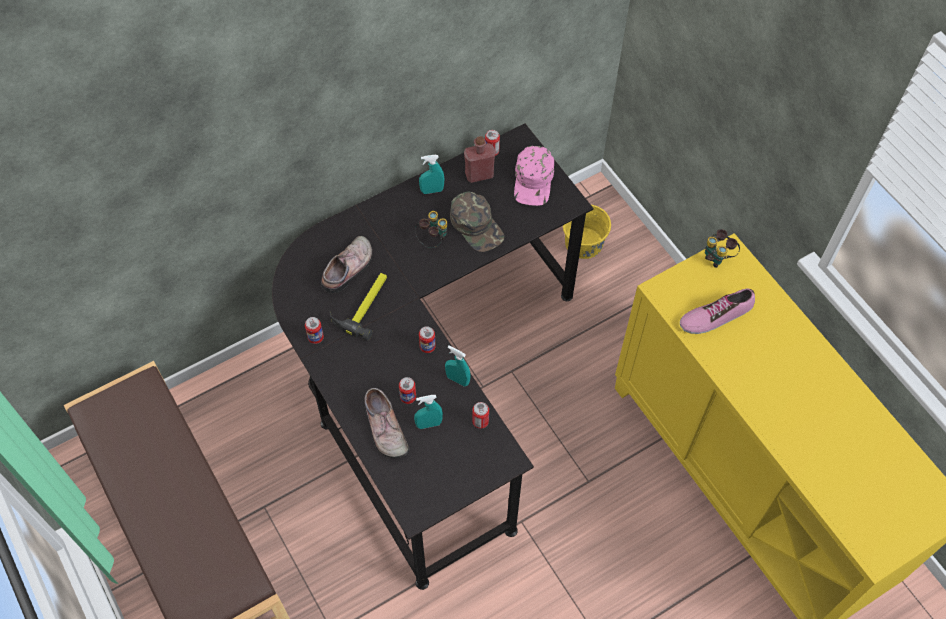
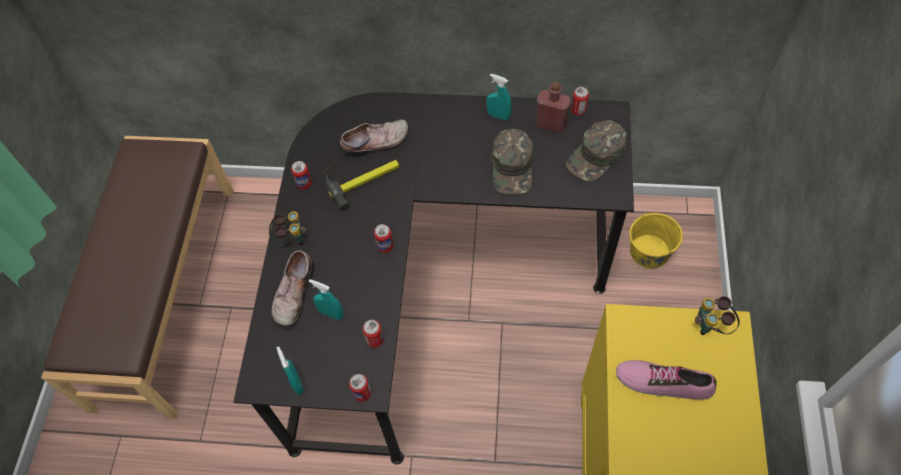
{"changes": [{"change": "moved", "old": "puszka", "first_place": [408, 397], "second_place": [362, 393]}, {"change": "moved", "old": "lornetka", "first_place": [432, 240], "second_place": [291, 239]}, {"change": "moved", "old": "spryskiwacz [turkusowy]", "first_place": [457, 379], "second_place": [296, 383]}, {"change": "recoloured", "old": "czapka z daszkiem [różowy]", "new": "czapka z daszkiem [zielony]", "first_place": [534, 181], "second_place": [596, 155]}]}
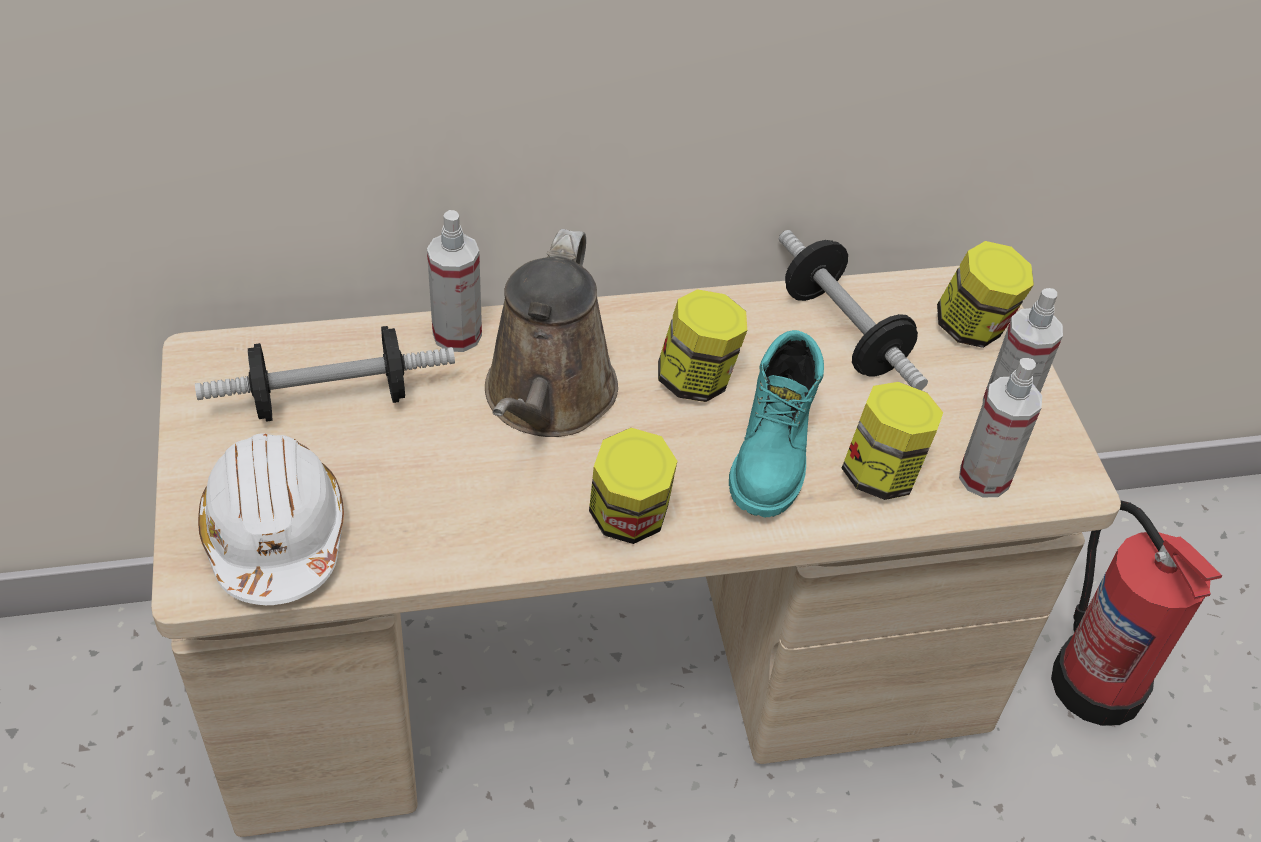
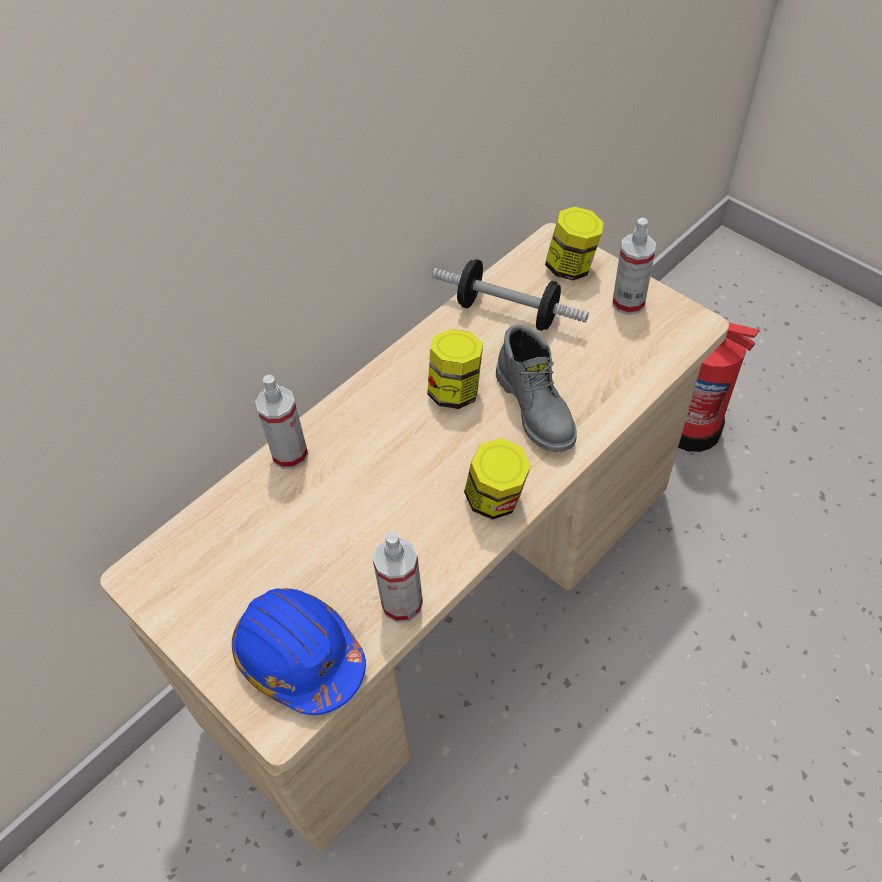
{"changes": [{"change": "removed", "old": "hantel", "first_place": [331, 399]}, {"change": "recoloured", "old": "kask [biały]", "new": "kask [niebieski]", "first_place": [275, 534], "second_place": [299, 657]}, {"change": "removed", "old": "konewka [brązowy]", "first_place": [547, 399]}, {"change": "recoloured", "old": "but z cholewką [turkusowy]", "new": "but z cholewką [szary]", "first_place": [774, 454], "second_place": [537, 408]}, {"change": "removed", "old": "słoik", "first_place": [881, 473]}, {"change": "moved", "old": "spryskiwacz", "first_place": [984, 477], "second_place": [402, 604]}]}
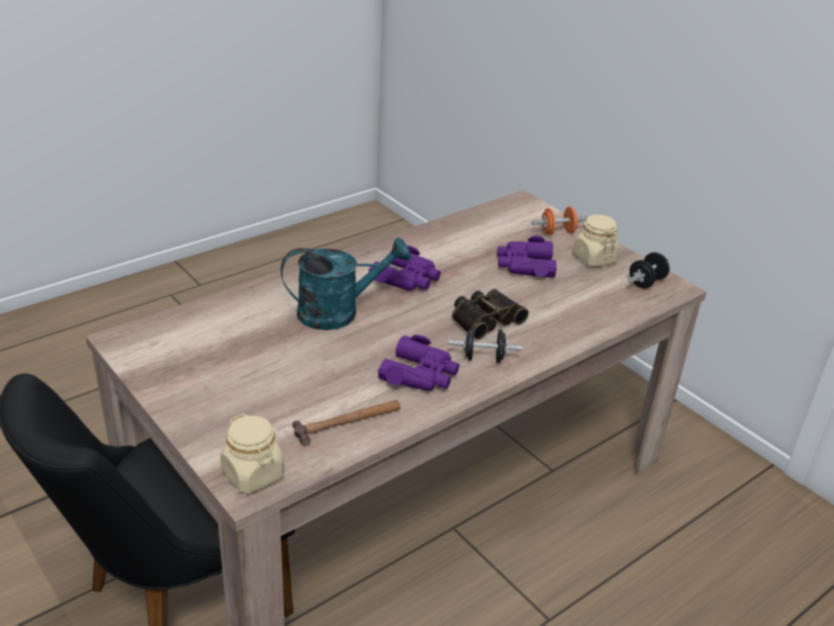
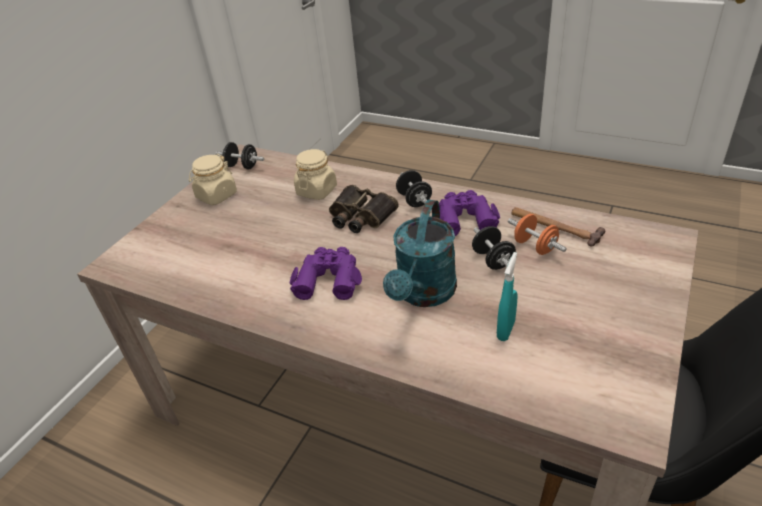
{"changes": [{"change": "moved", "old": "słoik [beżowy]", "first_place": [253, 474], "second_place": [317, 190]}, {"change": "turned", "old": "konewka [turkusowy]", "first_place": [339, 312], "second_place": [424, 294], "degrees": -120}, {"change": "removed", "old": "lornetka [fioletowy]", "first_place": [525, 265]}, {"change": "moved", "old": "hantel [pomarańczowy]", "first_place": [557, 232], "second_place": [535, 246]}, {"change": "added", "new": "hantel [czarny]", "second_place": [492, 260]}, {"change": "added", "new": "spryskiwacz [turkusowy]", "second_place": [506, 330]}]}
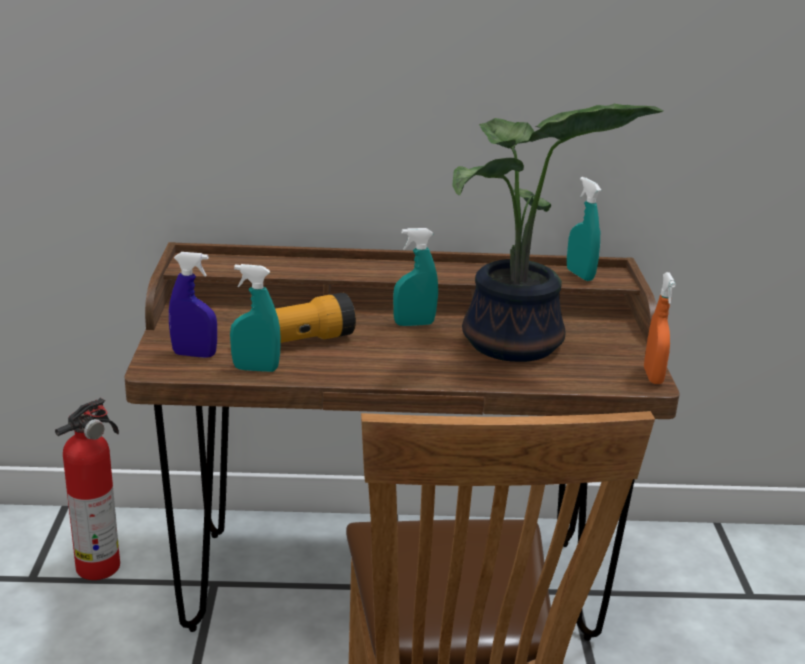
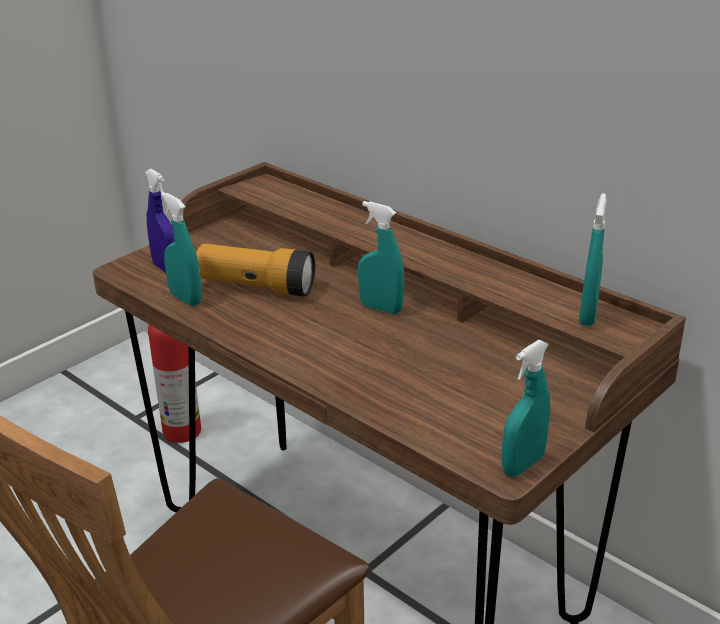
{"changes": [{"change": "removed", "old": "roślina doniczkowa", "first_place": [514, 346]}, {"change": "recoloured", "old": "spryskiwacz [pomarańczowy]", "new": "spryskiwacz [turkusowy]", "first_place": [653, 376], "second_place": [523, 464]}]}
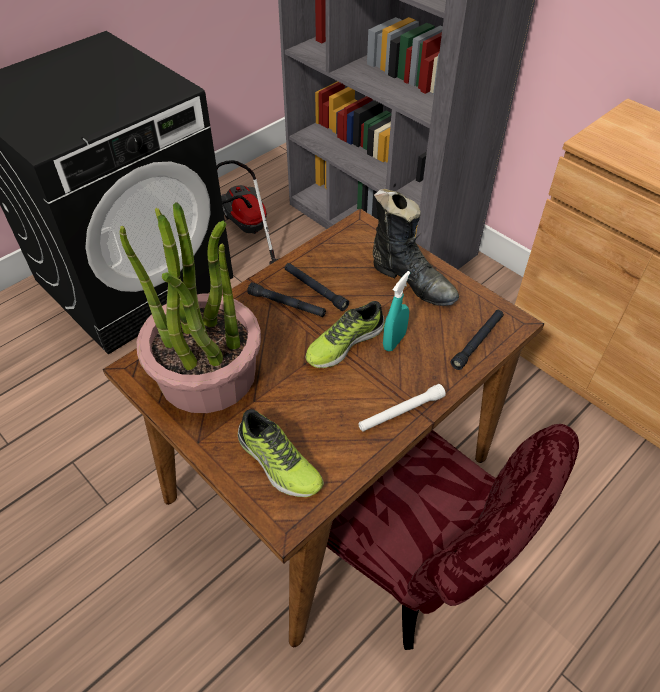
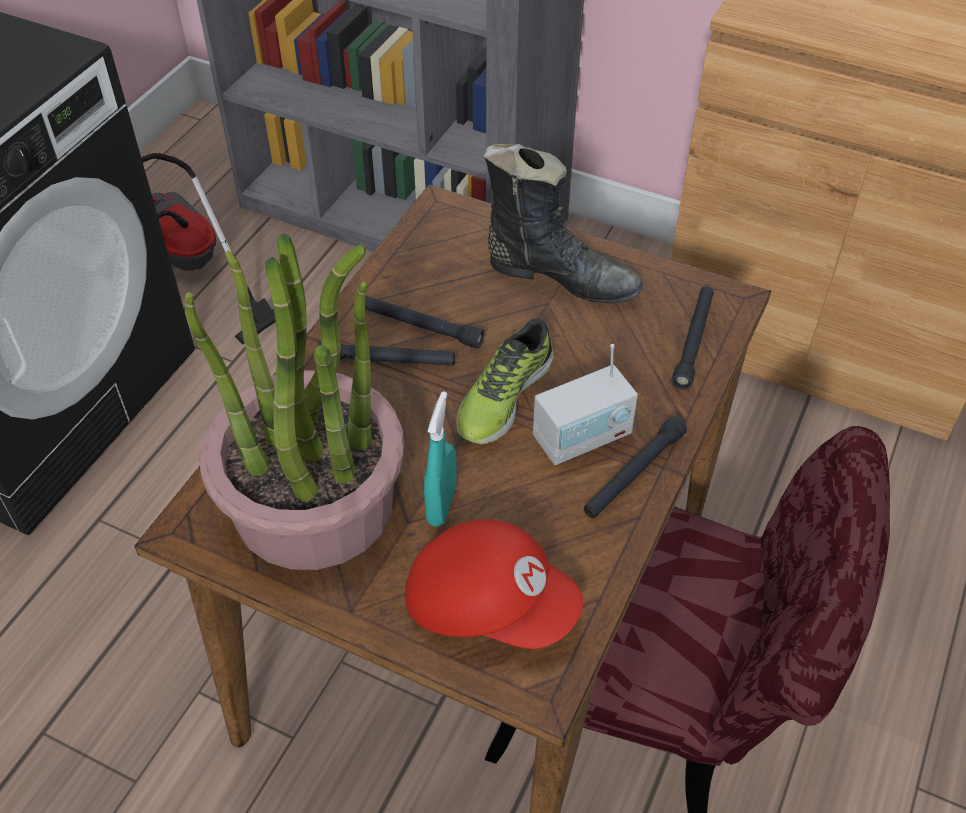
{"changes": [{"change": "replaced", "old": "but", "new": "czapka z daszkiem [czerwony]", "first_place": [278, 463], "second_place": [490, 603]}, {"change": "recoloured", "old": "latarka [biały]", "new": "latarka [czarny]", "first_place": [401, 412], "second_place": [633, 474]}, {"change": "moved", "old": "spryskiwacz [turkusowy]", "first_place": [394, 341], "second_place": [441, 505]}, {"change": "added", "new": "radio", "second_place": [582, 437]}]}
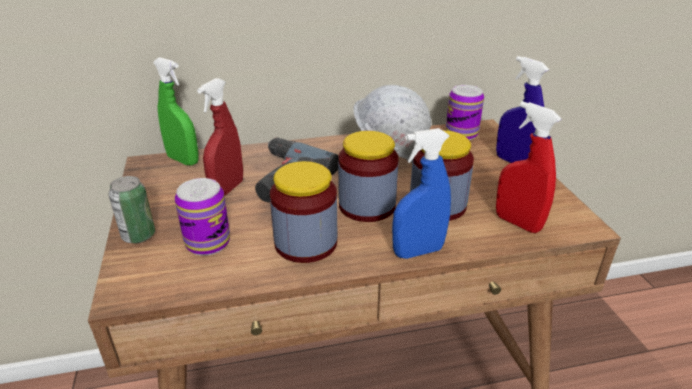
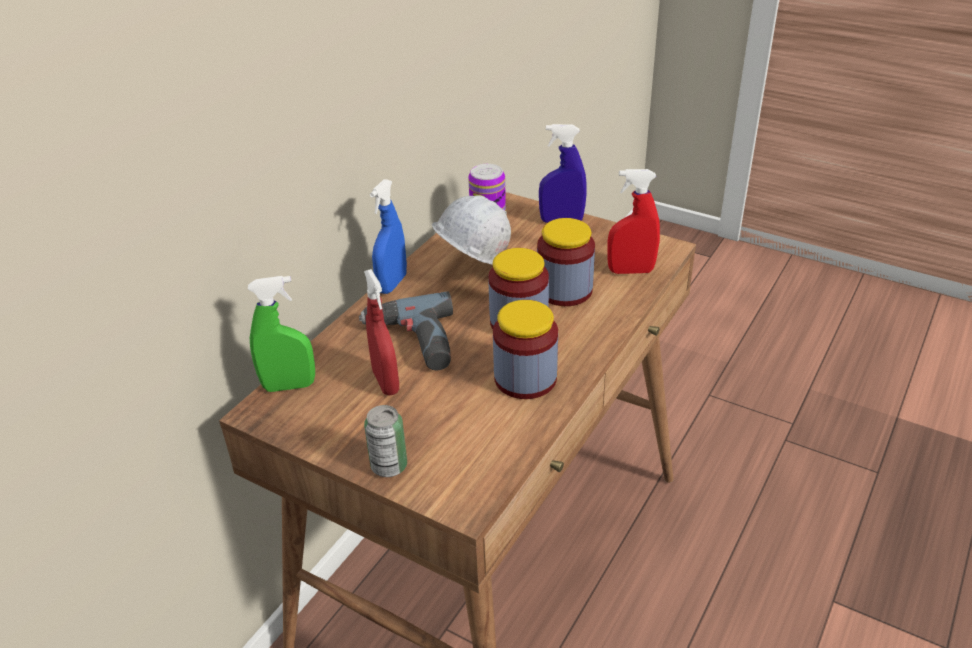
{"changes": [{"change": "removed", "old": "puszka", "first_place": [208, 243]}, {"change": "moved", "old": "spryskiwacz [niebieski]", "first_place": [418, 251], "second_place": [392, 284]}]}
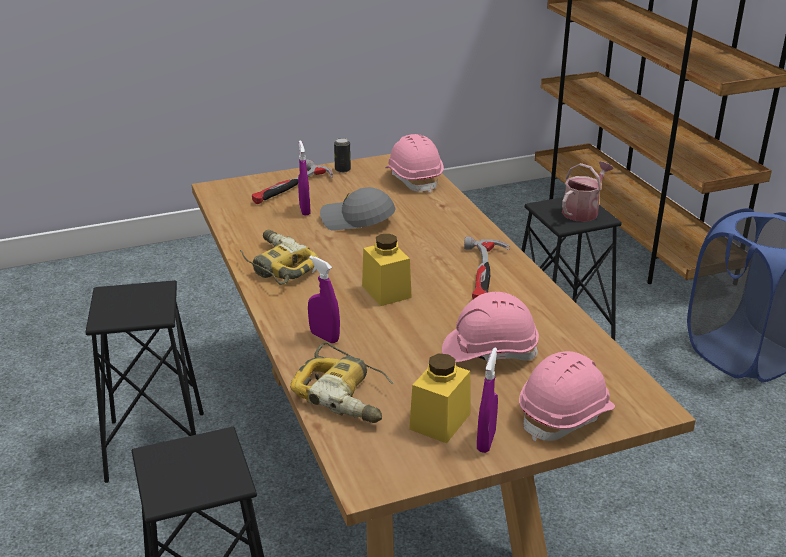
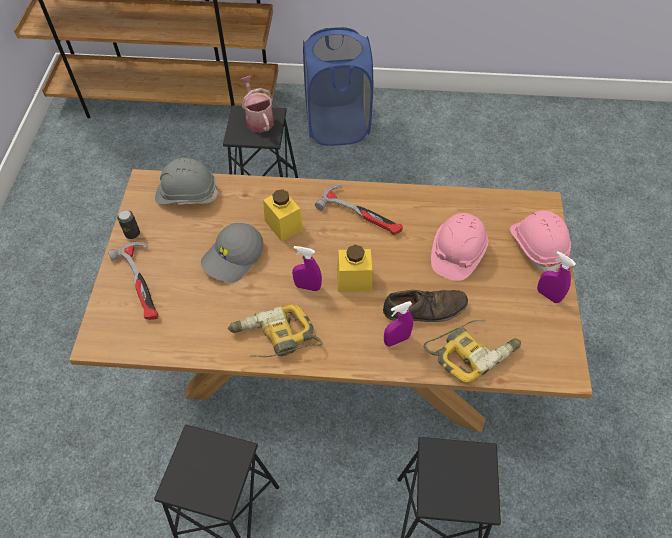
{"changes": [{"change": "moved", "old": "spryskiwacz [fioletowy]", "first_place": [304, 210], "second_place": [307, 287]}, {"change": "recoloured", "old": "kask [różowy]", "new": "kask [szary]", "first_place": [413, 179], "second_place": [186, 193]}, {"change": "moved", "old": "słoik [żółty]", "first_place": [440, 421], "second_place": [283, 225]}, {"change": "added", "new": "but [brązowy]", "second_place": [424, 309]}]}
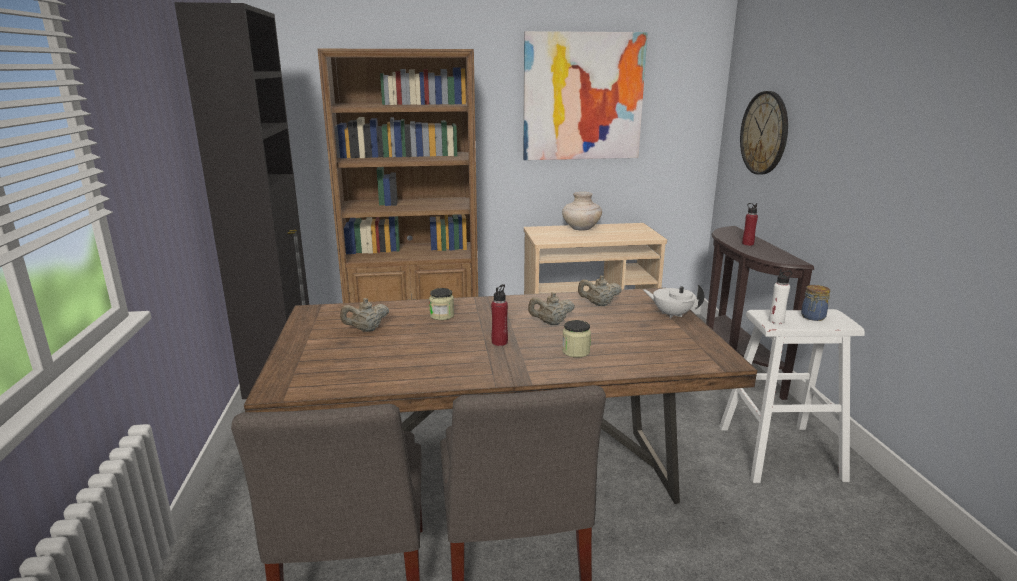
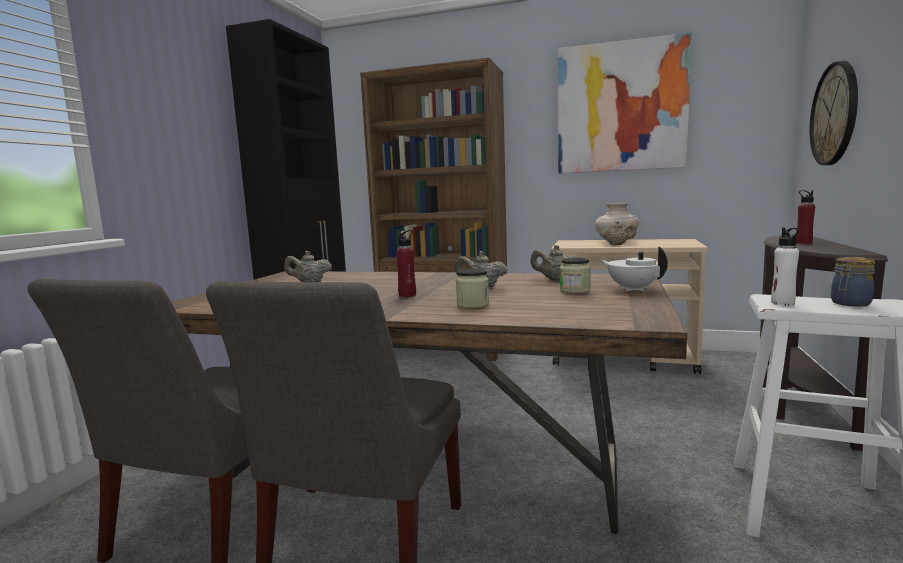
{"changes": [{"change": "moved", "old": "słoik", "first_place": [442, 315], "second_place": [575, 290]}, {"change": "added", "new": "imbryk [beżowy]", "second_place": [617, 245]}]}
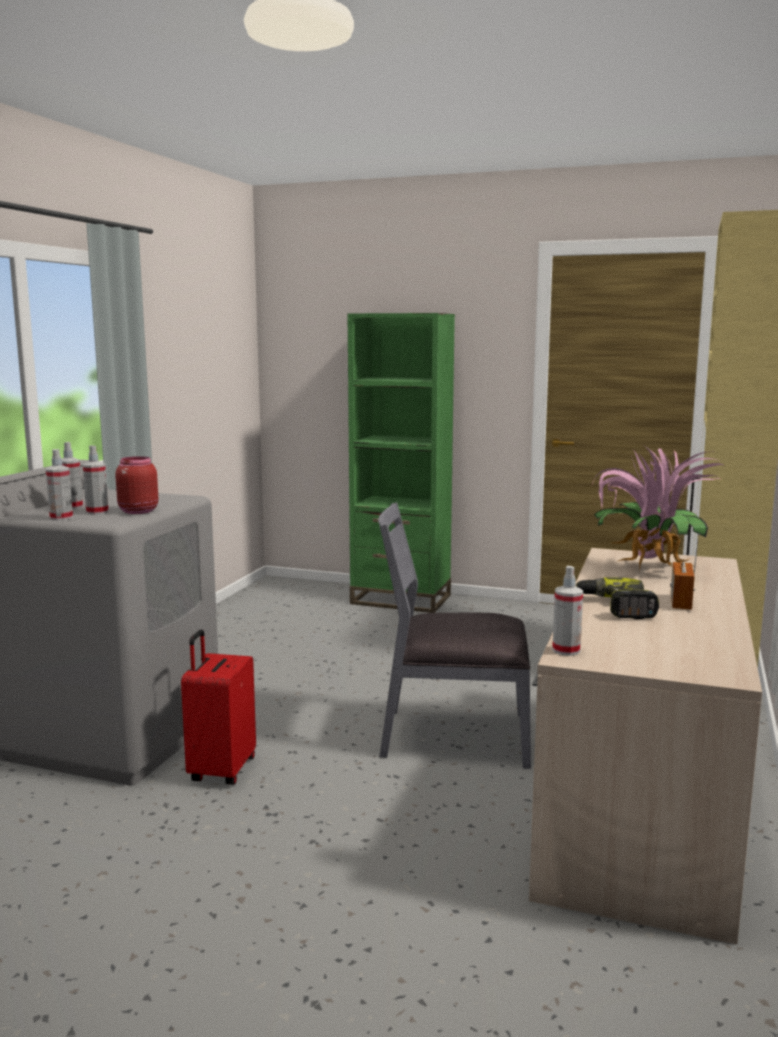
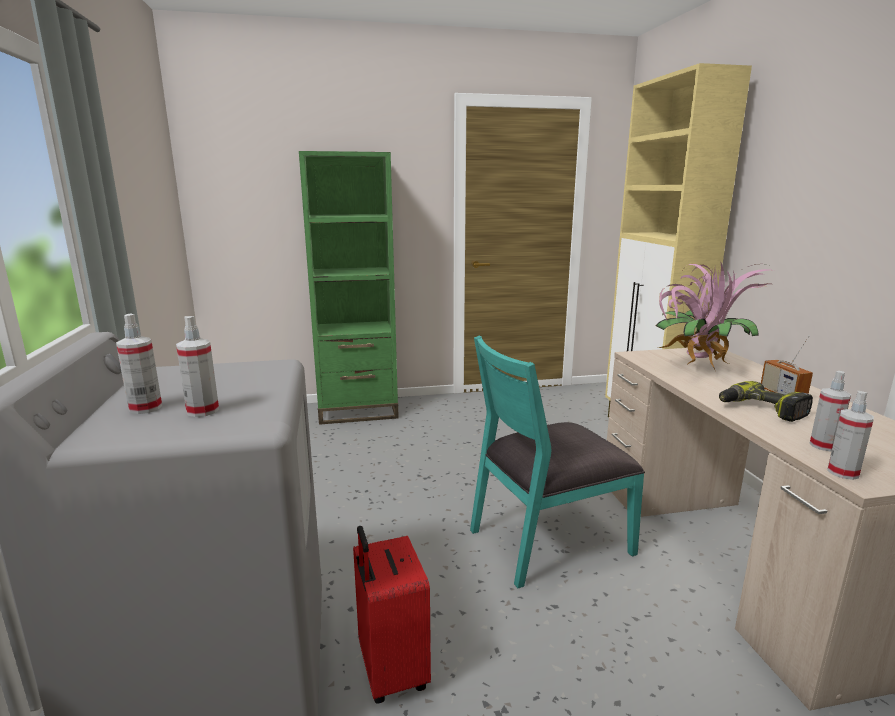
{"changes": [{"change": "moved", "old": "spryskiwacz", "first_place": [61, 518], "second_place": [823, 446]}, {"change": "removed", "old": "słoik [czerwony]", "first_place": [137, 511]}, {"change": "recoloured", "old": "krzesło [szary]", "new": "krzesło [turkusowy]", "first_place": [454, 736], "second_place": [547, 540]}]}
